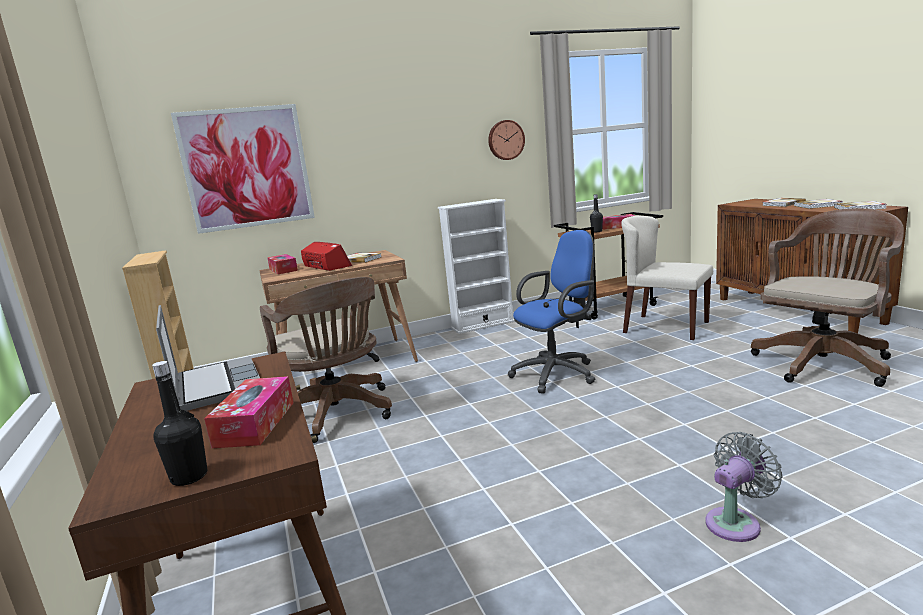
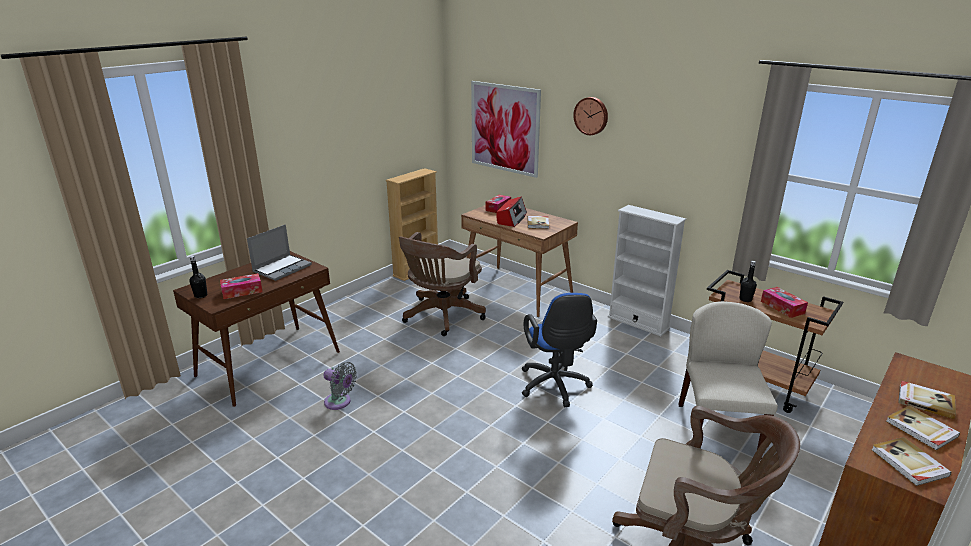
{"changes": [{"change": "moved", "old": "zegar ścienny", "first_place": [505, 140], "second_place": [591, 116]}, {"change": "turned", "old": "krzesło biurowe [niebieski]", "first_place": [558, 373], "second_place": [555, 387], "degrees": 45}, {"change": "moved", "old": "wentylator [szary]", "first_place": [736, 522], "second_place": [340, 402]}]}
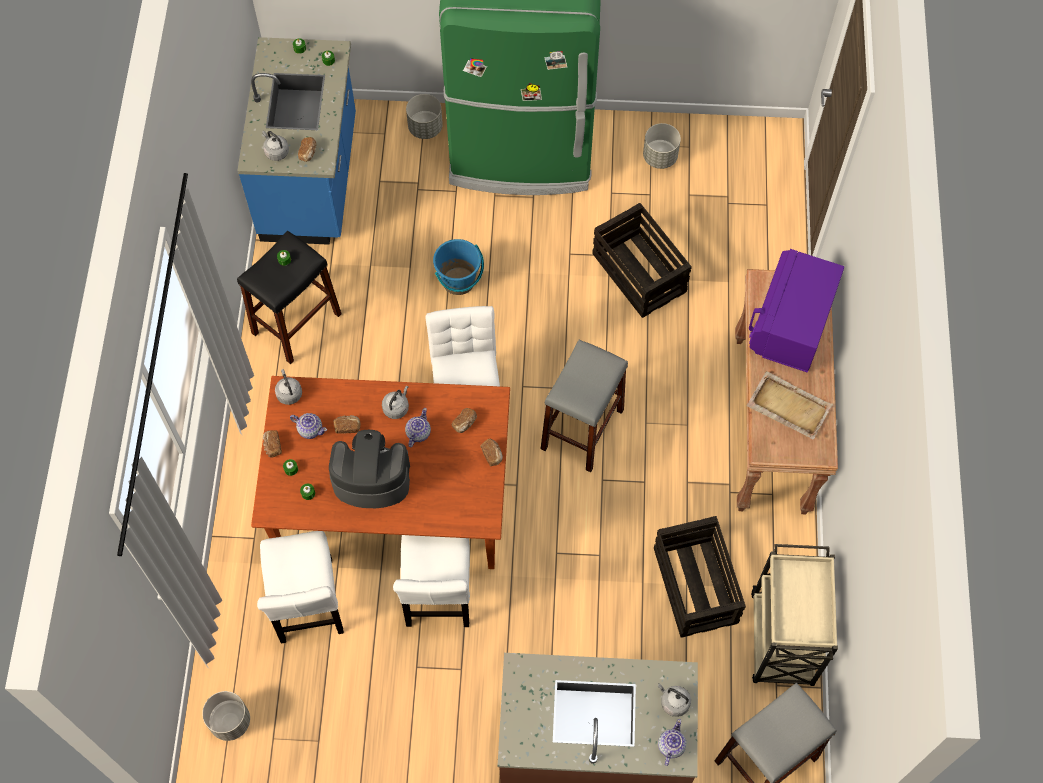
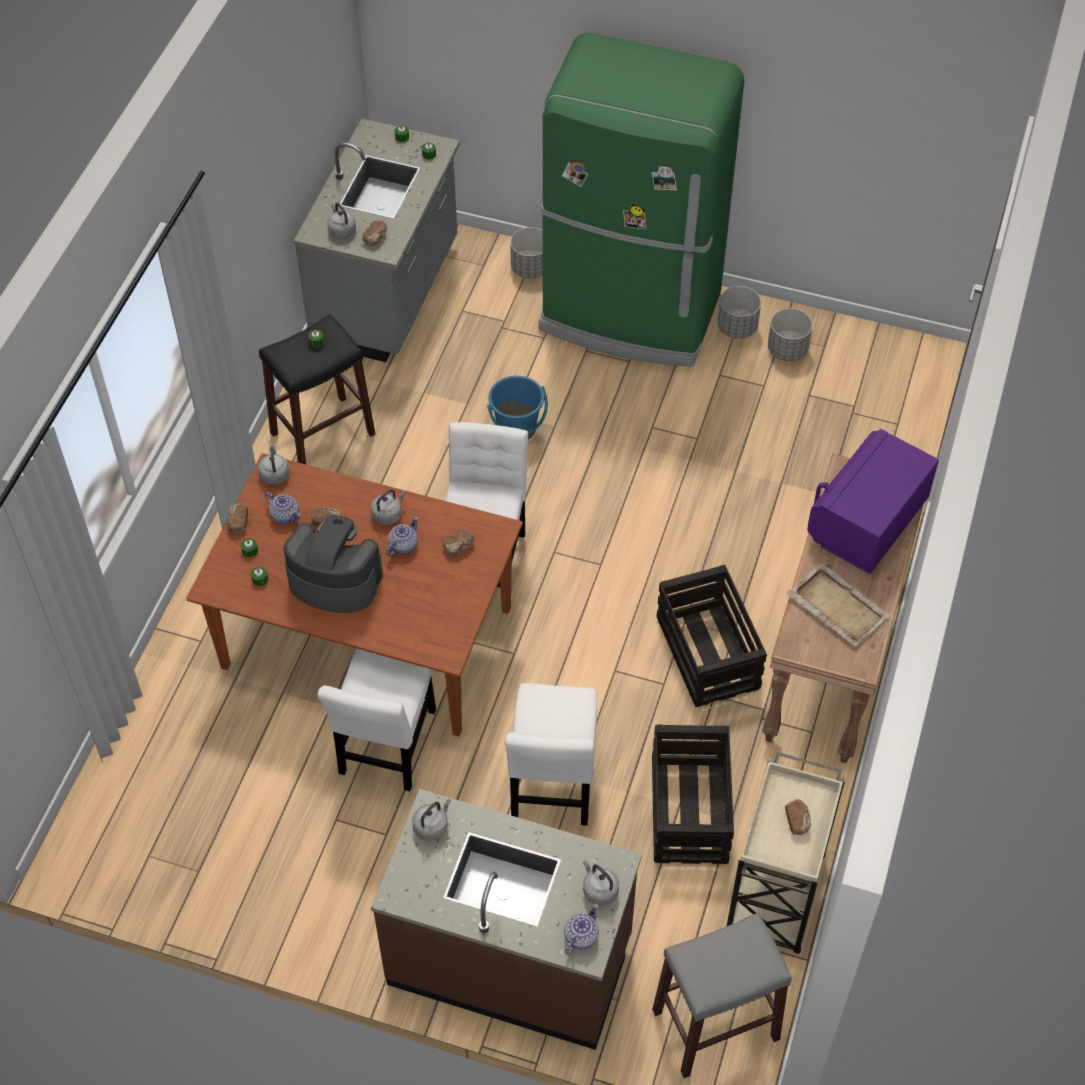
{"changes": [{"change": "moved", "old": "donica [szary]", "first_place": [230, 721], "second_place": [737, 327]}, {"change": "recoloured", "old": "zabudowa kuchenna [niebieski]", "new": "zabudowa kuchenna [szary]", "first_place": [311, 179], "second_place": [388, 294]}, {"change": "moved", "old": "krzesło [biały]", "first_place": [308, 605], "second_place": [553, 785]}, {"change": "moved", "old": "chleb", "first_place": [492, 454], "second_place": [797, 821]}, {"change": "removed", "old": "stołek [szary]", "first_place": [582, 429]}, {"change": "moved", "old": "skrzynka", "first_place": [640, 273], "second_place": [708, 654]}, {"change": "added", "new": "czajnik [szary]", "second_place": [432, 826]}]}
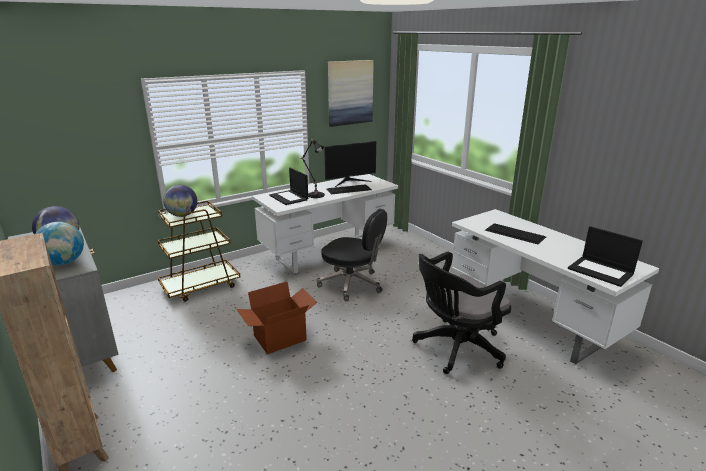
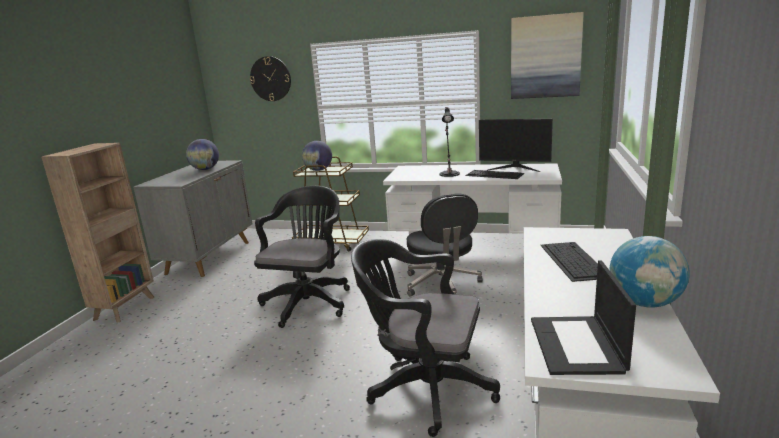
{"changes": [{"change": "moved", "old": "globus", "first_place": [64, 263], "second_place": [645, 303]}, {"change": "replaced", "old": "karton", "new": "krzesło biurowe [czarny]", "first_place": [280, 338], "second_place": [309, 301]}, {"change": "removed", "old": "laptop", "first_place": [289, 198]}, {"change": "added", "new": "zegar ścienny", "second_place": [270, 79]}]}
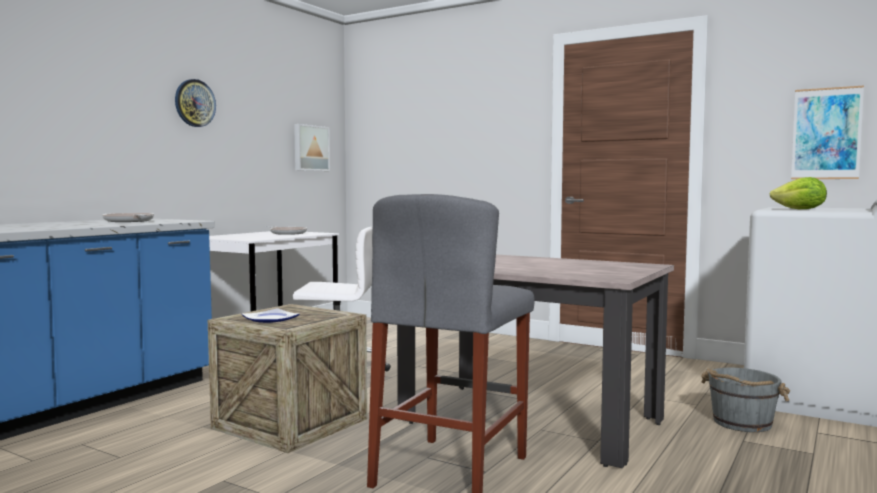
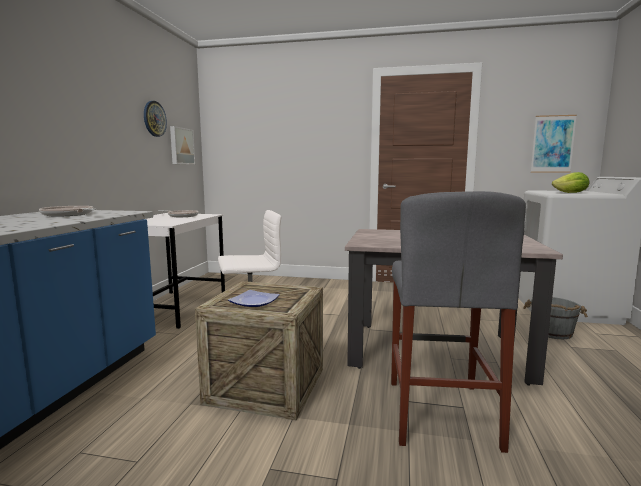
{"changes": [{"change": "moved", "old": "zegar ścienny", "first_place": [194, 103], "second_place": [154, 119]}]}
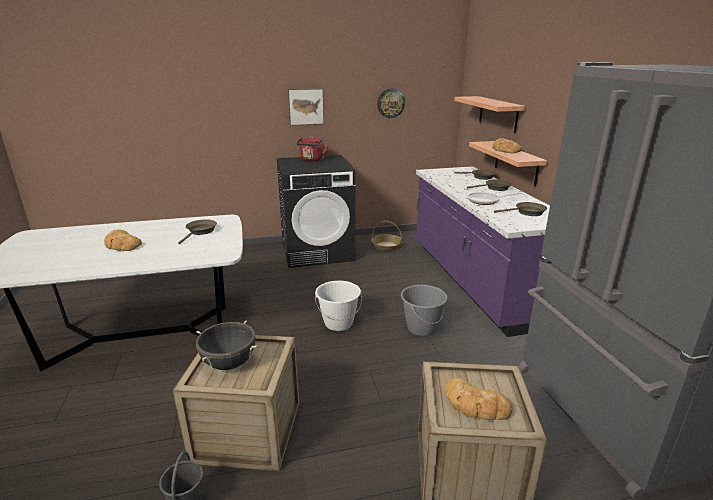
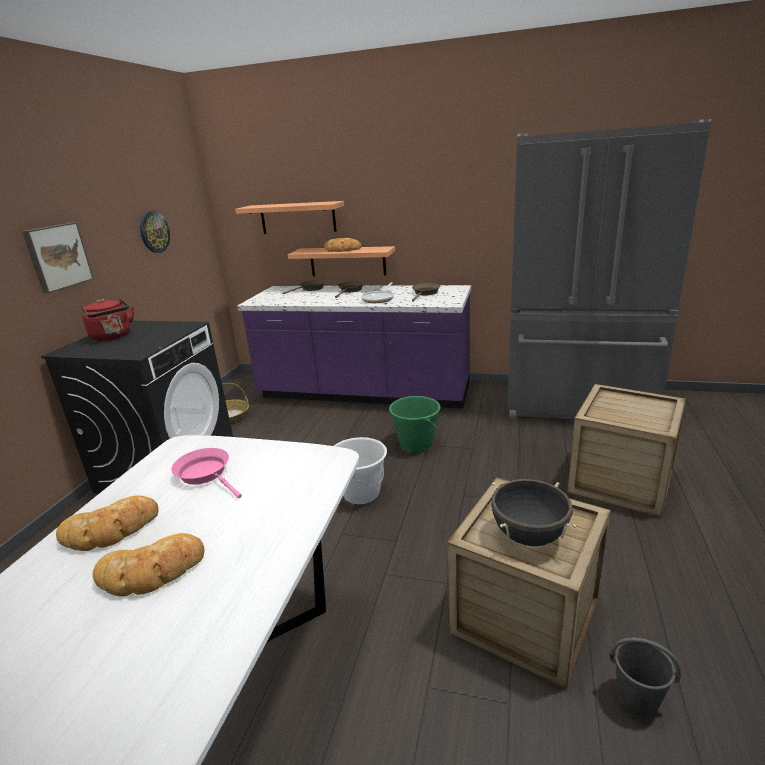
{"changes": [{"change": "recoloured", "old": "patelnia [brązowy]", "new": "patelnia [różowy]", "first_place": [200, 232], "second_place": [206, 474]}, {"change": "recoloured", "old": "wiadro [szary]", "new": "wiadro [zielony]", "first_place": [421, 328], "second_place": [416, 444]}, {"change": "moved", "old": "chleb", "first_place": [475, 405], "second_place": [111, 530]}]}
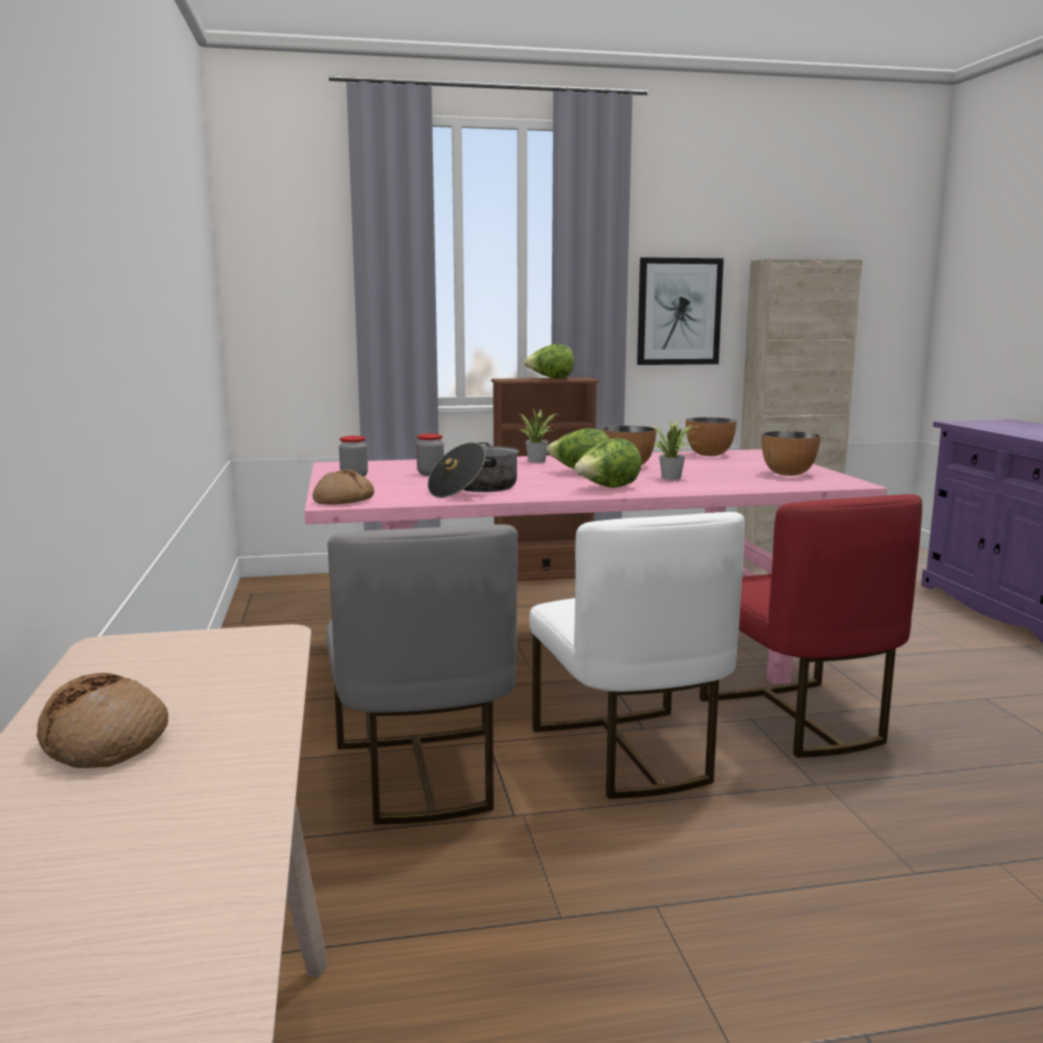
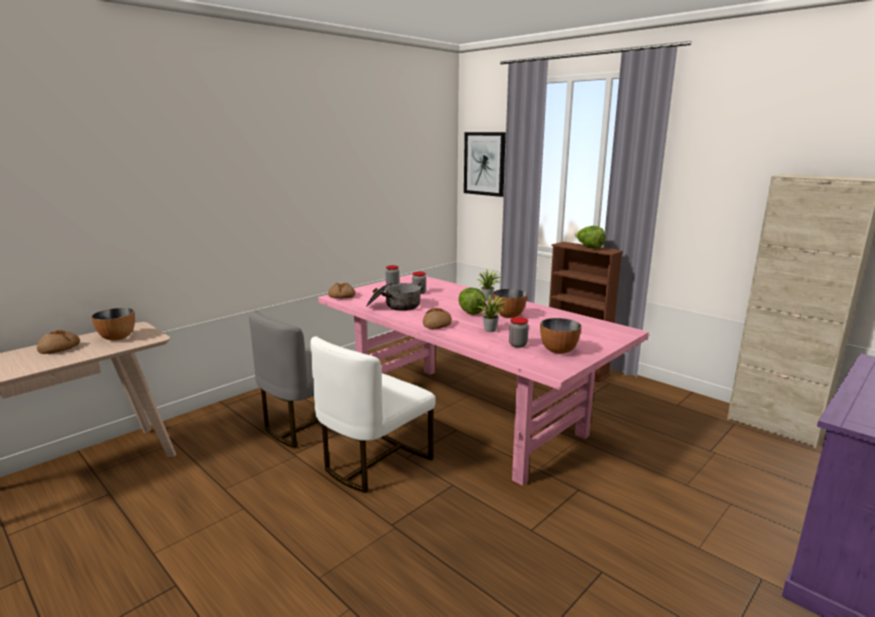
{"changes": [{"change": "replaced", "old": "sałata", "new": "chleb", "first_place": [607, 488], "second_place": [437, 324]}, {"change": "moved", "old": "obraz", "first_place": [679, 311], "second_place": [484, 163]}, {"change": "moved", "old": "miska", "first_place": [709, 454], "second_place": [117, 338]}, {"change": "removed", "old": "krzesło [czerwony]", "first_place": [798, 719]}, {"change": "added", "new": "słoik", "second_place": [518, 345]}]}
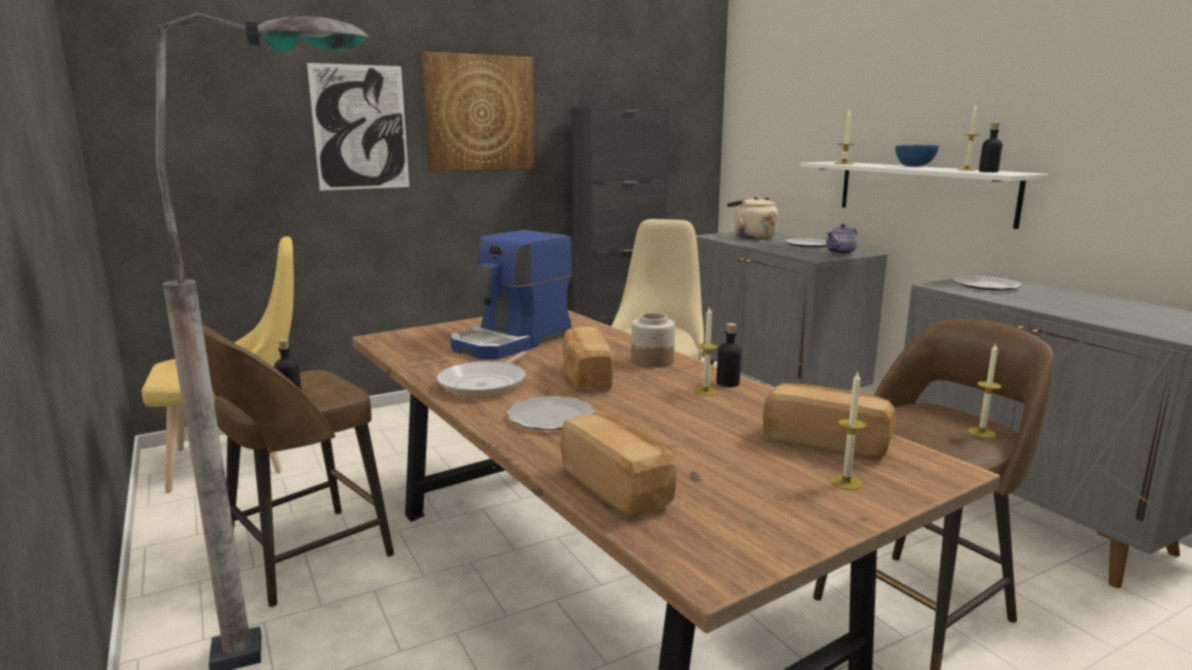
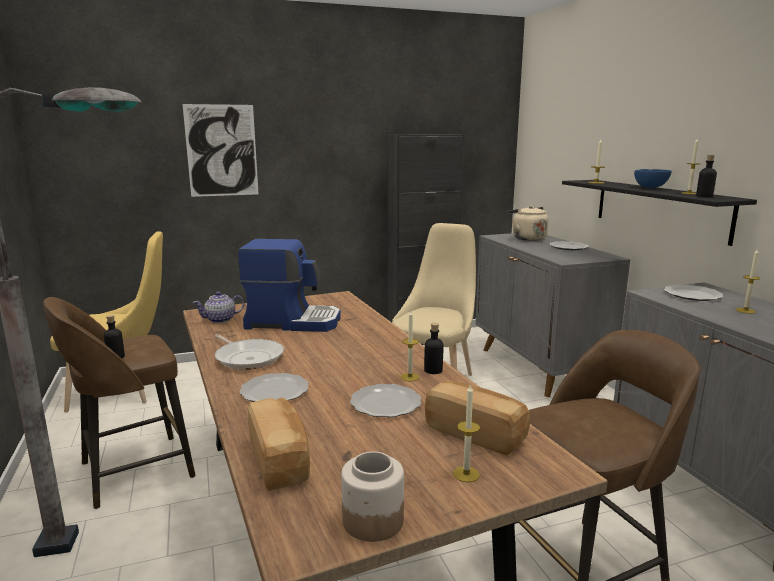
{"changes": [{"change": "removed", "old": "obraz", "first_place": [479, 113]}, {"change": "turned", "old": "patelnia", "first_place": [486, 384], "second_place": [248, 358], "degrees": -75}, {"change": "turned", "old": "ekspres do kawy", "first_place": [512, 341], "second_place": [293, 321], "degrees": -135}, {"change": "removed", "old": "chleb", "first_place": [585, 377]}, {"change": "moved", "old": "słoik", "first_place": [651, 361], "second_place": [372, 520]}, {"change": "recoloured", "old": "półka [biały]", "new": "półka [czarny]", "first_place": [923, 192], "second_place": [659, 209]}, {"change": "moved", "old": "imbryk", "first_place": [841, 252], "second_place": [221, 320]}, {"change": "moved", "old": "świeca", "first_place": [981, 432], "second_place": [745, 310]}, {"change": "added", "new": "talerz", "second_place": [386, 403]}]}
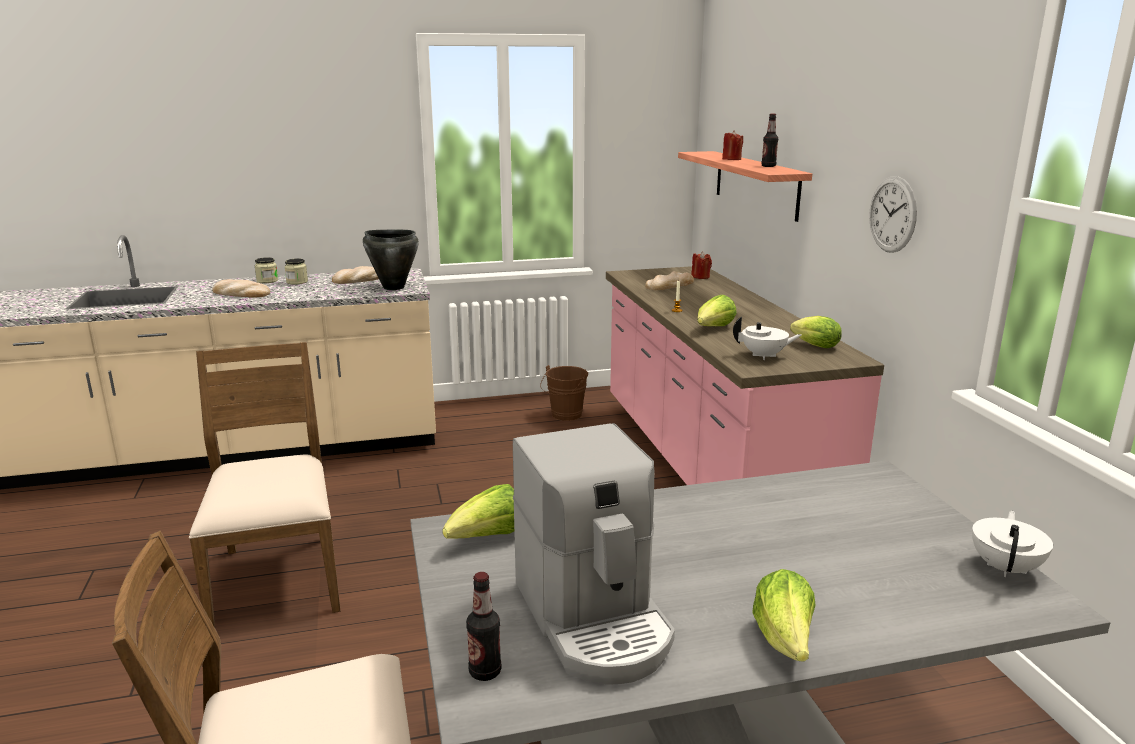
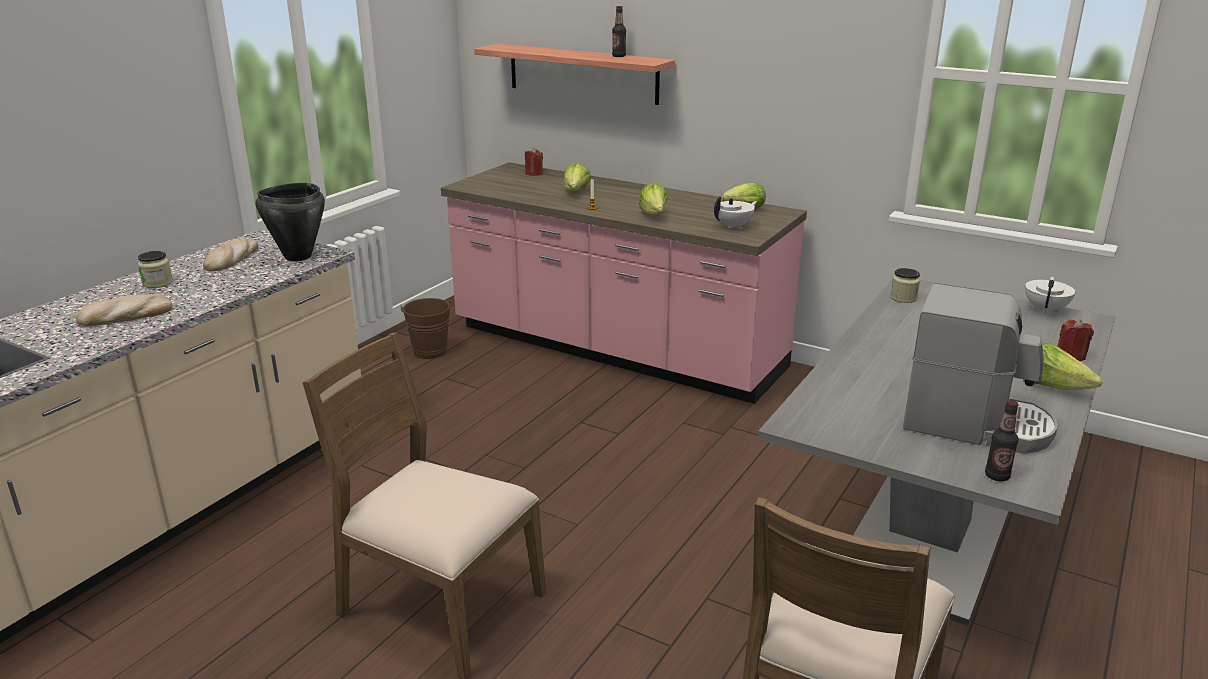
{"changes": [{"change": "moved", "old": "słoik", "first_place": [267, 281], "second_place": [903, 298]}, {"change": "moved", "old": "sałata", "first_place": [488, 538], "second_place": [576, 192]}, {"change": "removed", "old": "chleb", "first_place": [670, 285]}, {"change": "moved", "old": "świeca [czerwony]", "first_place": [731, 159], "second_place": [1071, 355]}, {"change": "removed", "old": "zegar ścienny", "first_place": [892, 214]}, {"change": "turned", "old": "imbryk [biały]", "first_place": [1006, 568], "second_place": [1046, 310], "degrees": 45}]}
